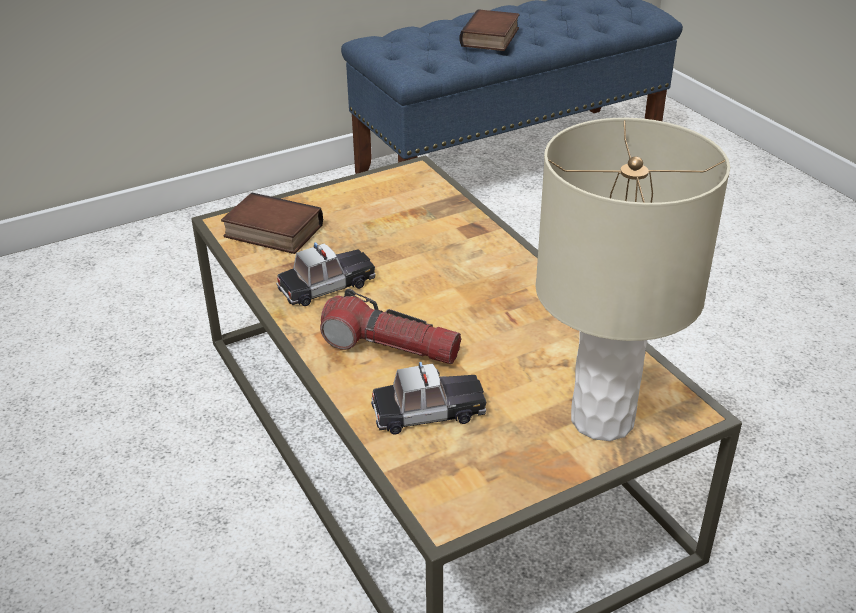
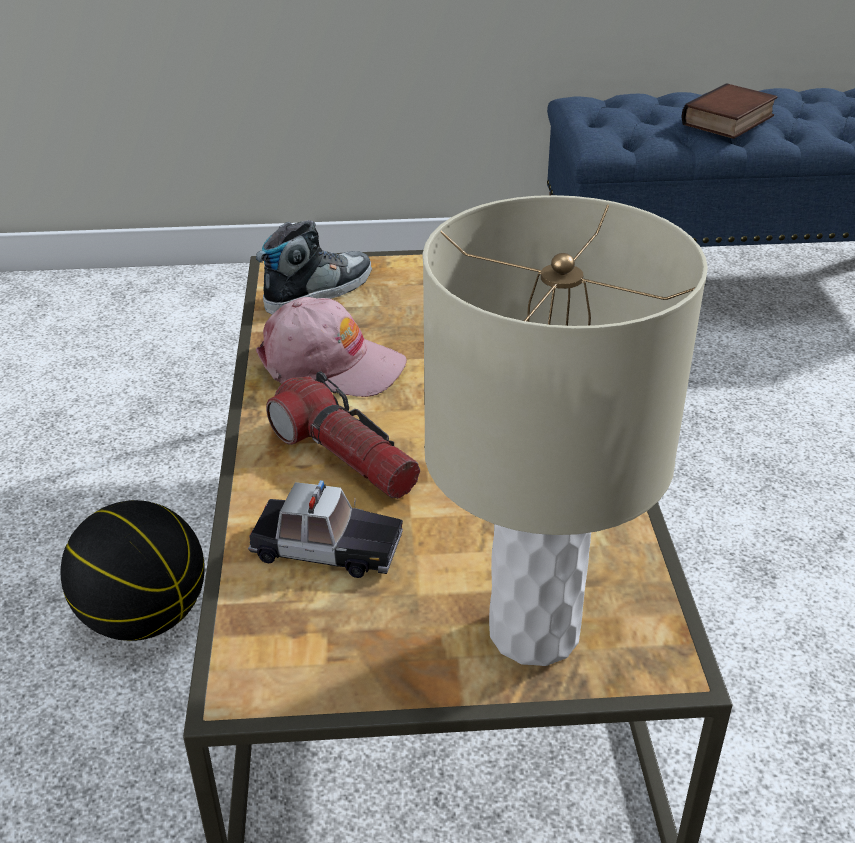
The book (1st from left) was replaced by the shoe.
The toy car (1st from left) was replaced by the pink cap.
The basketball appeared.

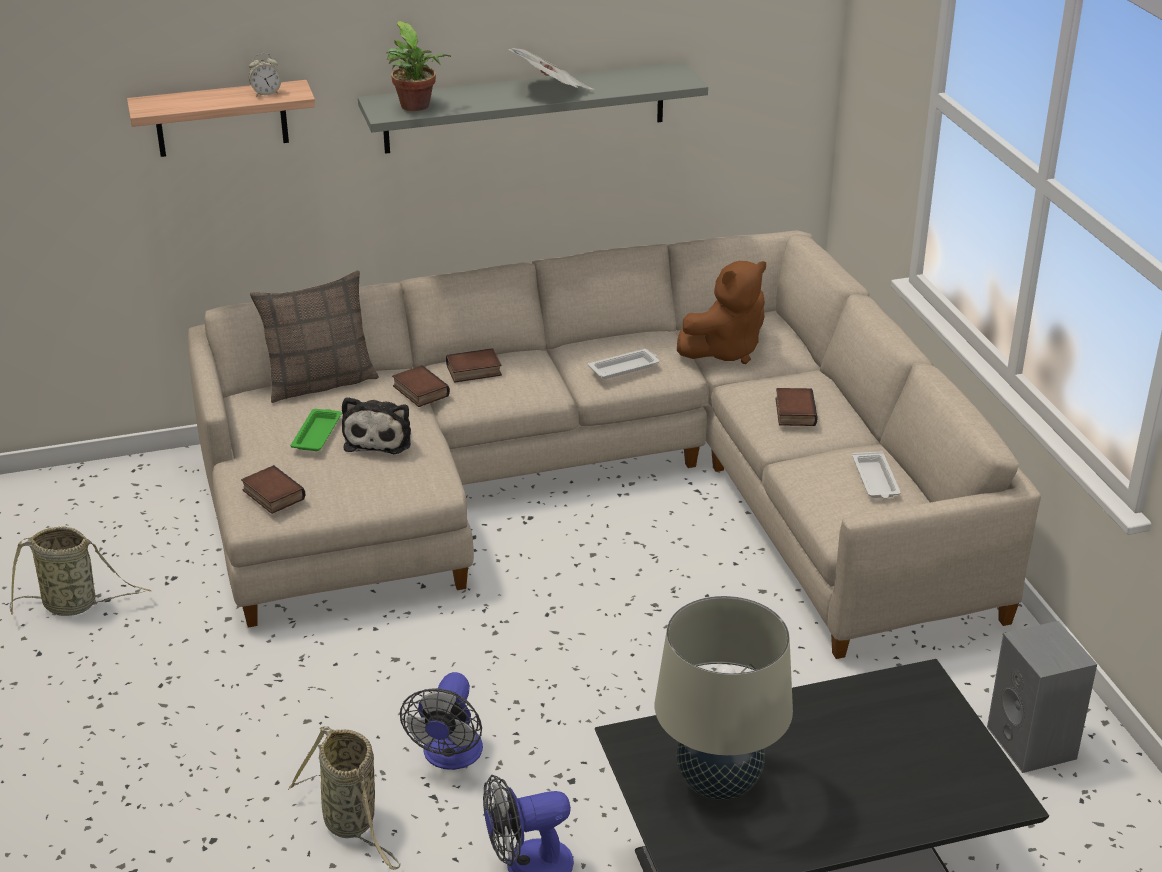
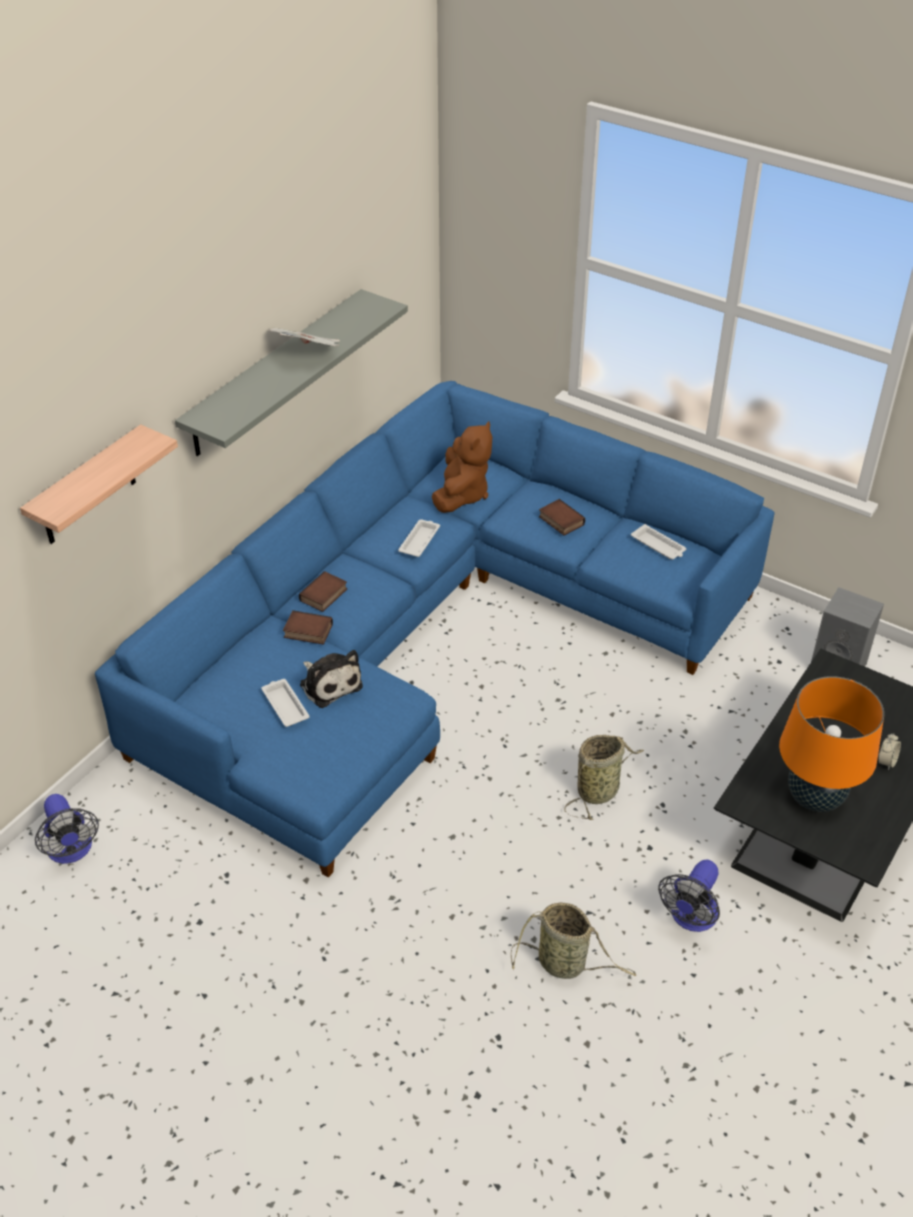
The basket (1st from left in the first image) moved.
The beige sofa became the blue sofa.
The book (1st from left) disappeared.
The alarm clock moved.
The pillow disappeared.
The green tray became the white tray (1st from left).
The potted plant disappeared.
The fan (1st from left) moved.
The beige table lamp became the orange table lamp.

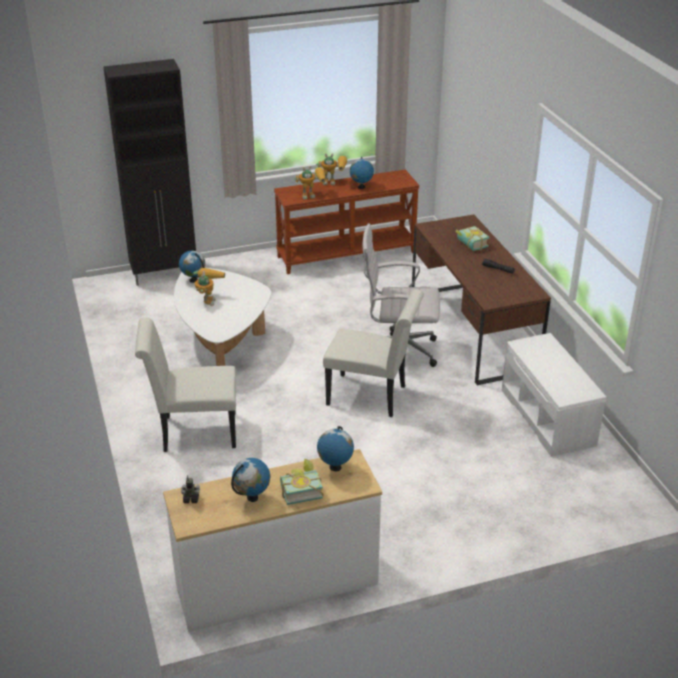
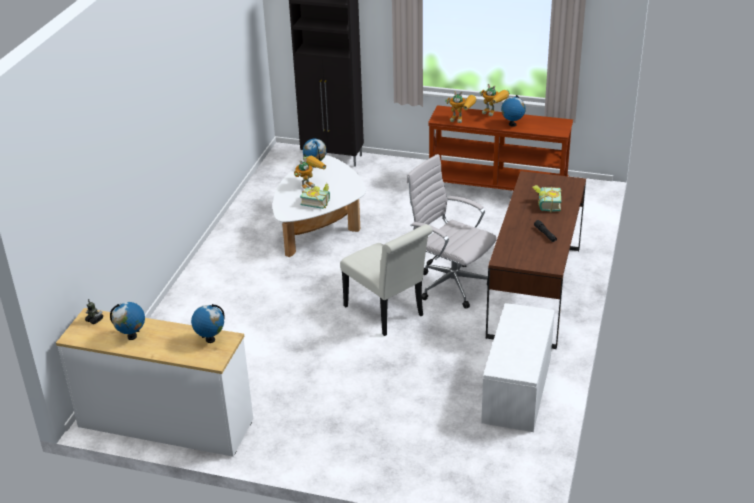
The white chair (1st from left) disappeared.
The book (1st from left) moved.

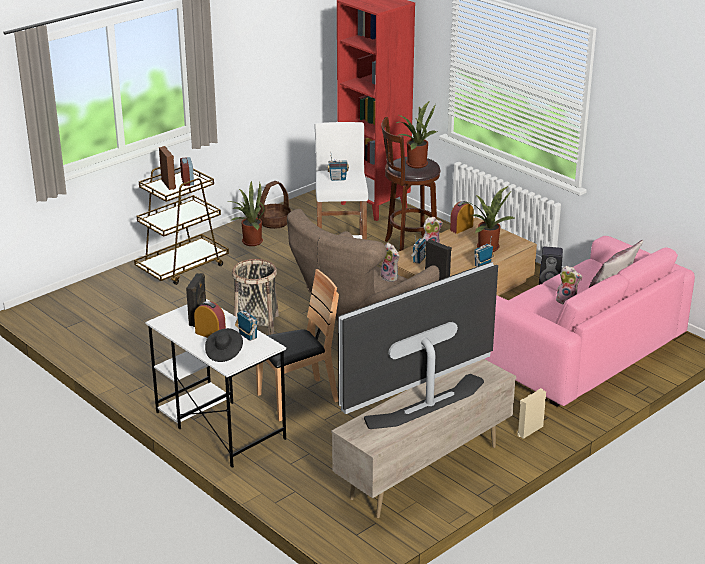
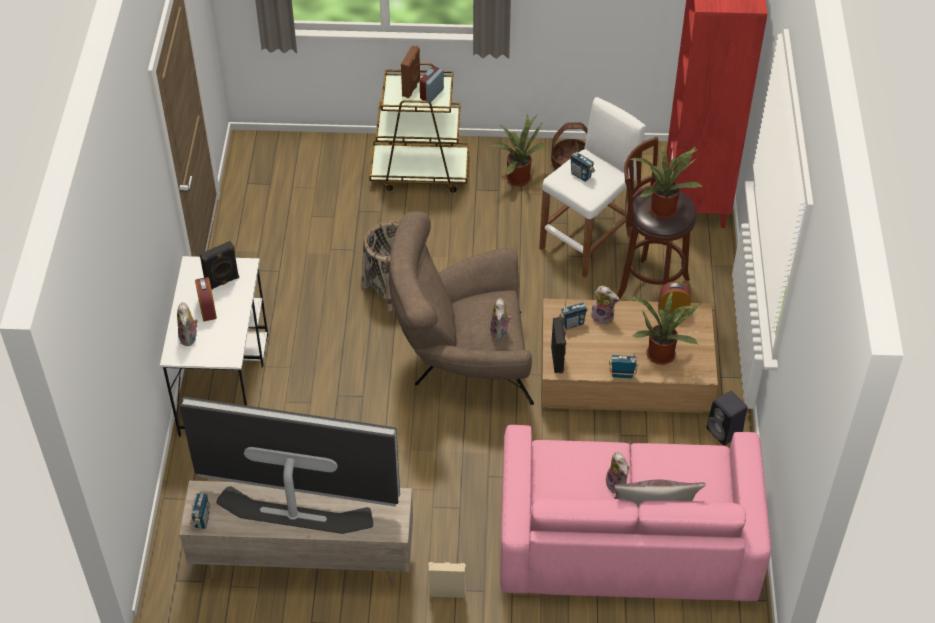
The black hat was replaced by the plush toy (1st from left).
The radio (1st from left) moved.
The brown chair disappeared.

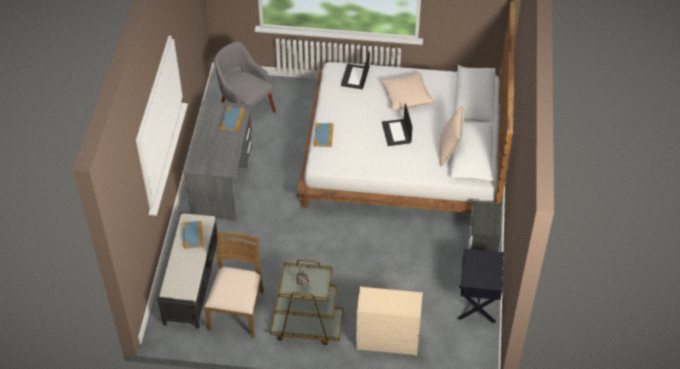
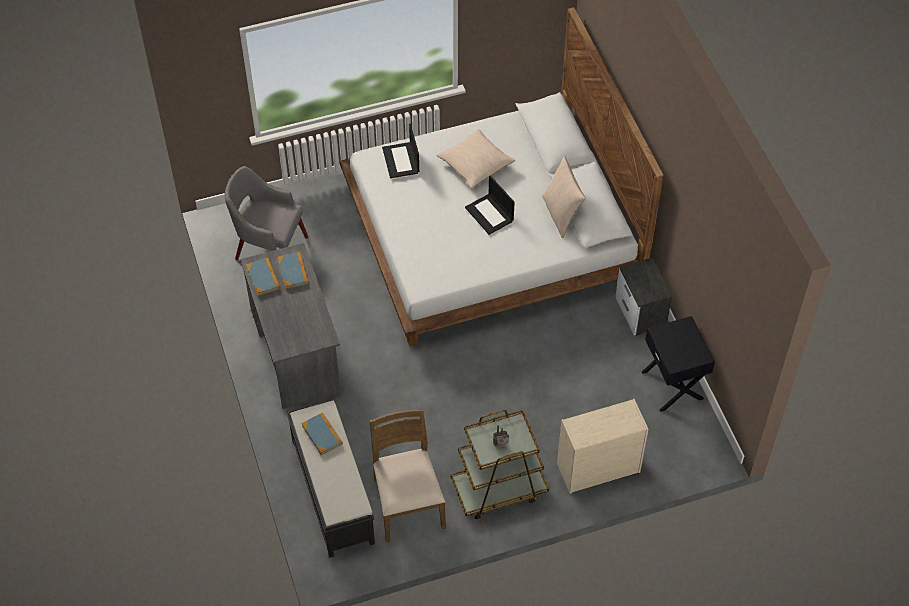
The book (3rd from left in the first image) moved.

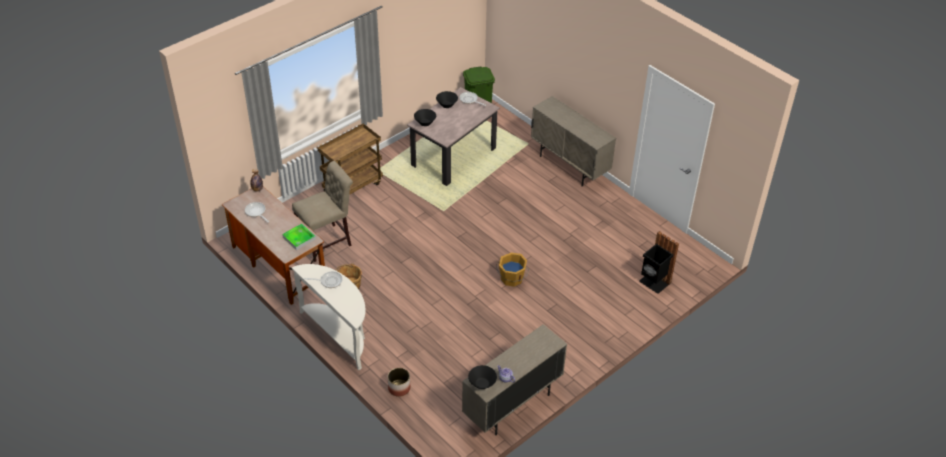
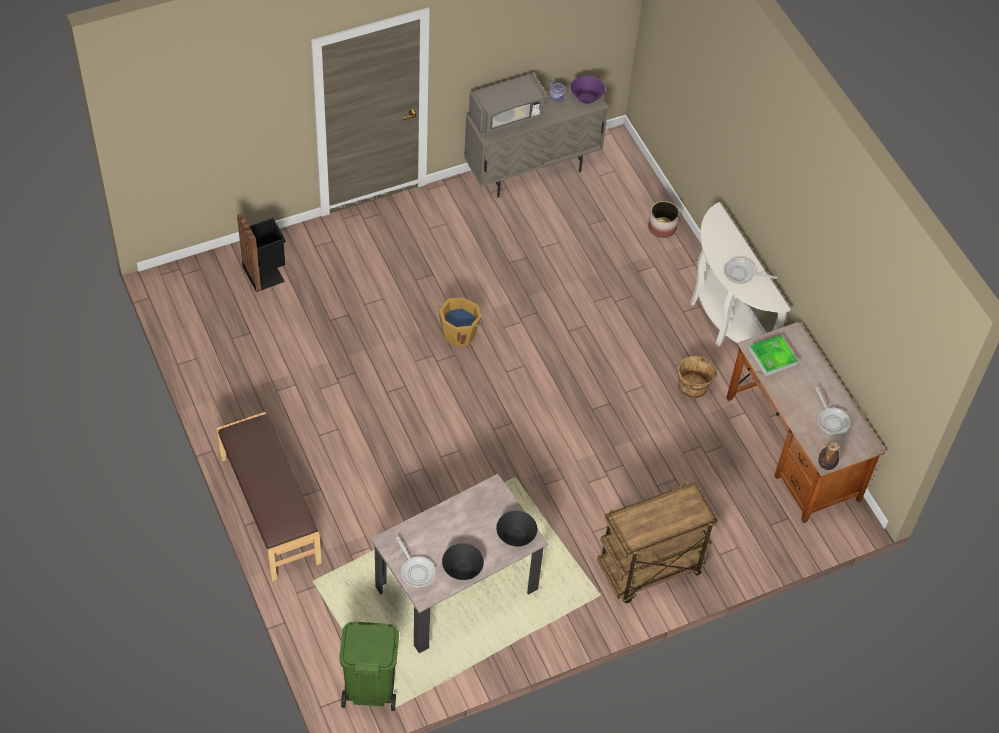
The beige chair disappeared.
The black bowl (3rd from left) became the purple bowl.
The beige cabinet (2nd from left) was replaced by the brown bench.
The grey microwave appeared.

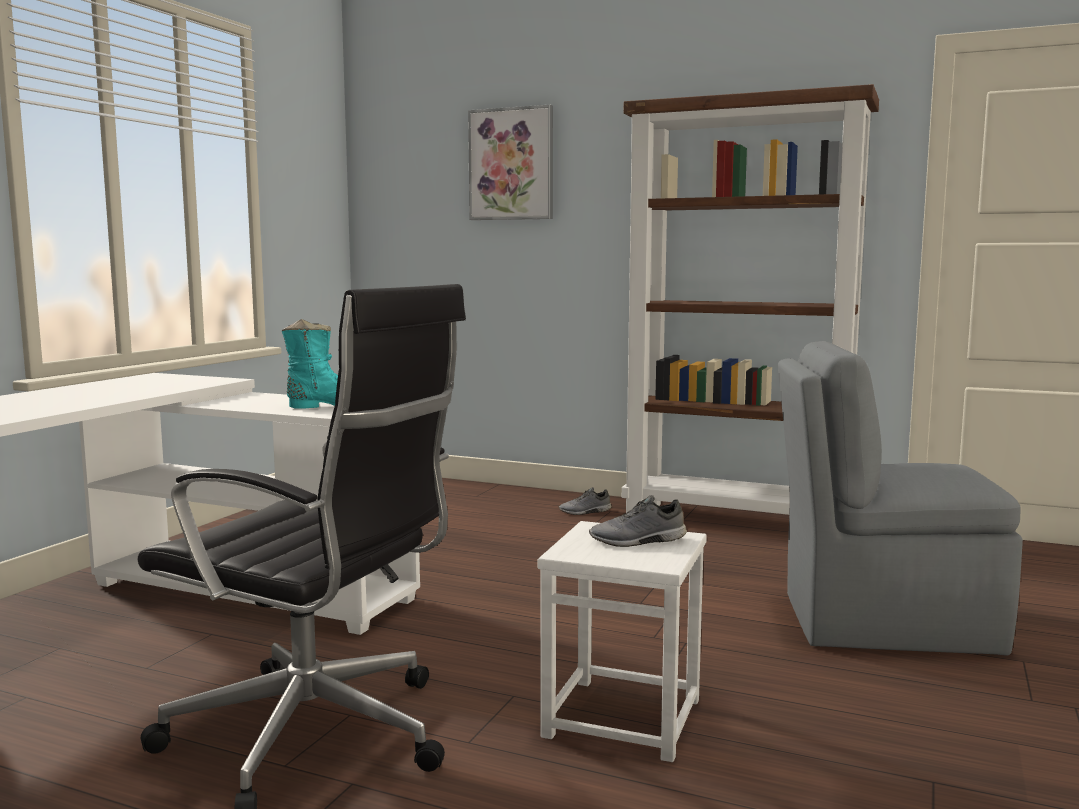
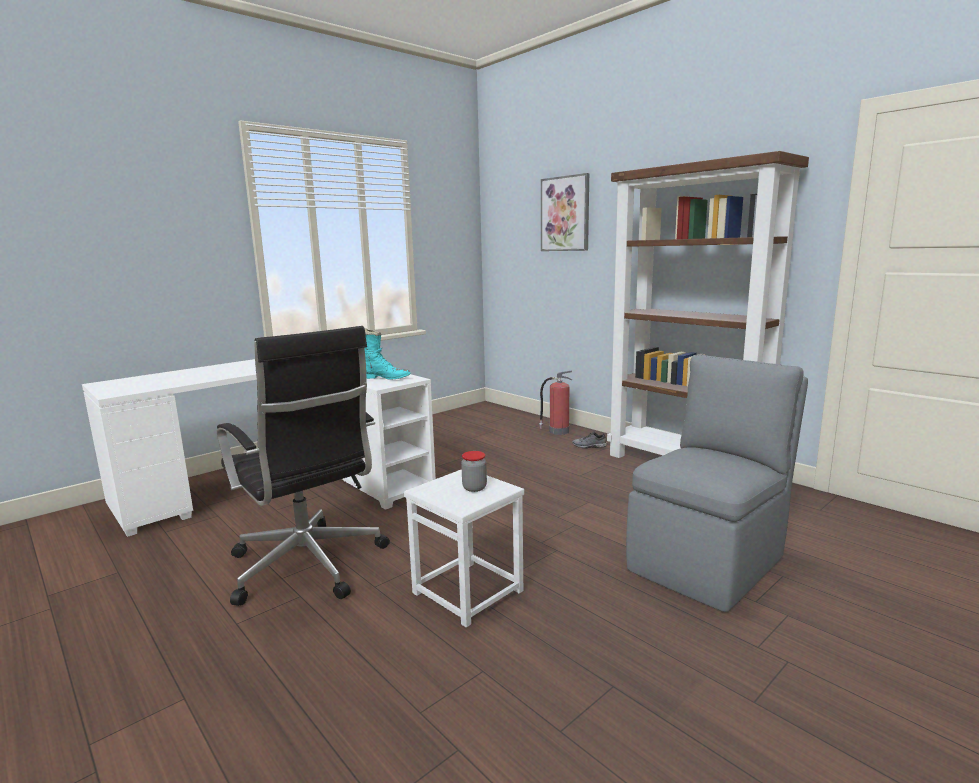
The grey shoe (2nd from left) was replaced by the jar.
The grey chair turned 105 degrees clockwise.
The fire extinguisher appeared.

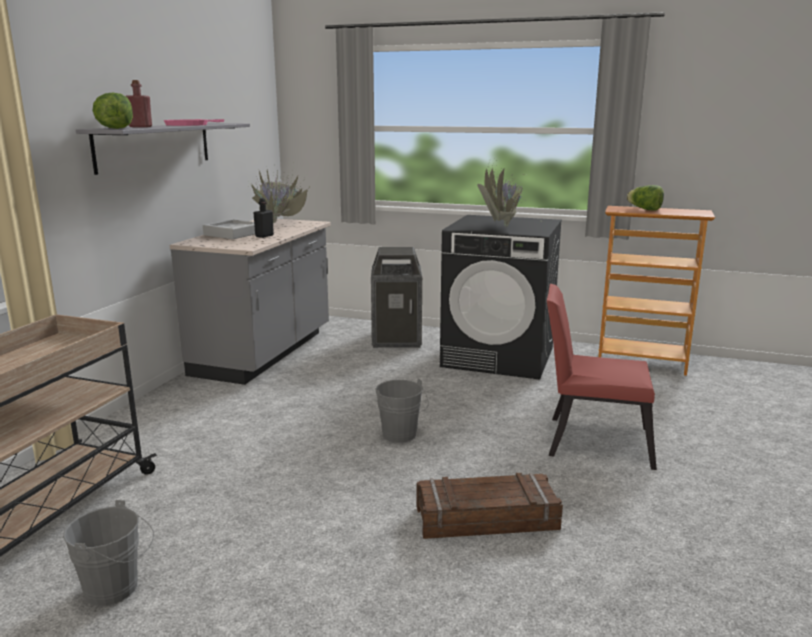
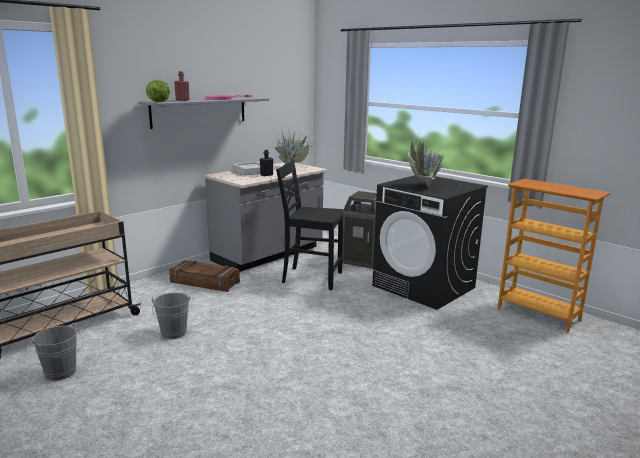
The grey bucket (2nd from left) moved.
The crate moved.
The red chair disappeared.
The lettuce (2nd from left) disappeared.
The black chair appeared.

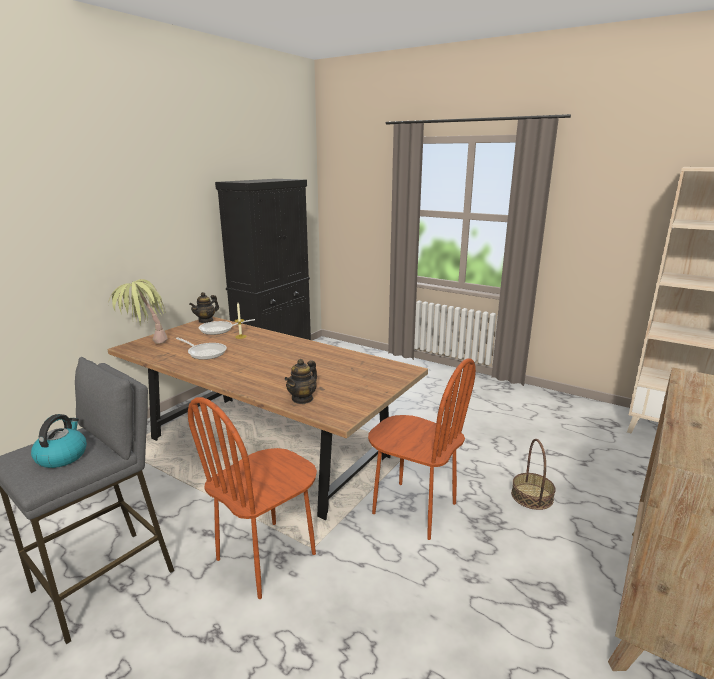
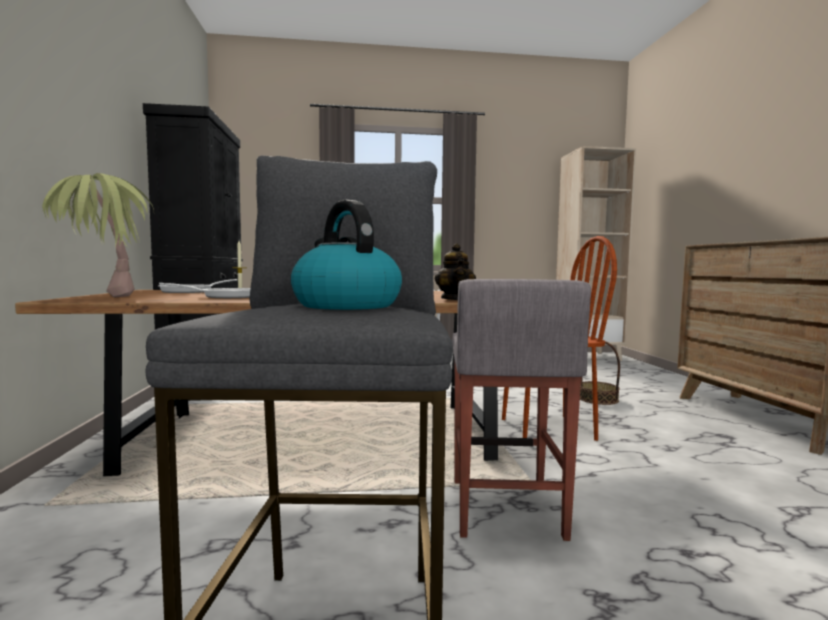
The brown chair (1st from left) was replaced by the grey stool (2nd from left).
The teapot (1st from left) disappeared.

